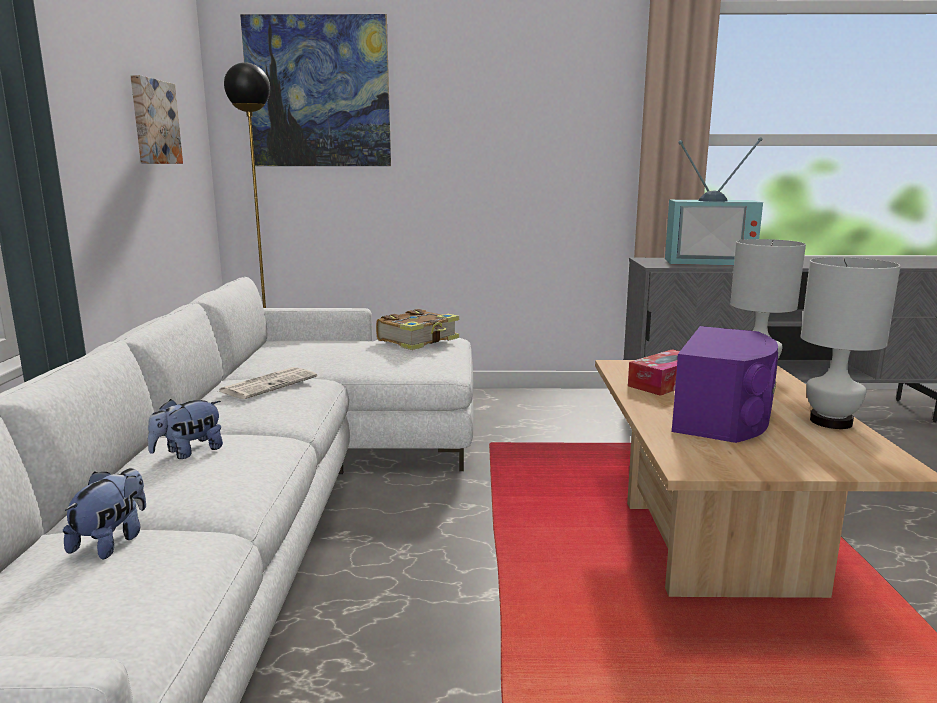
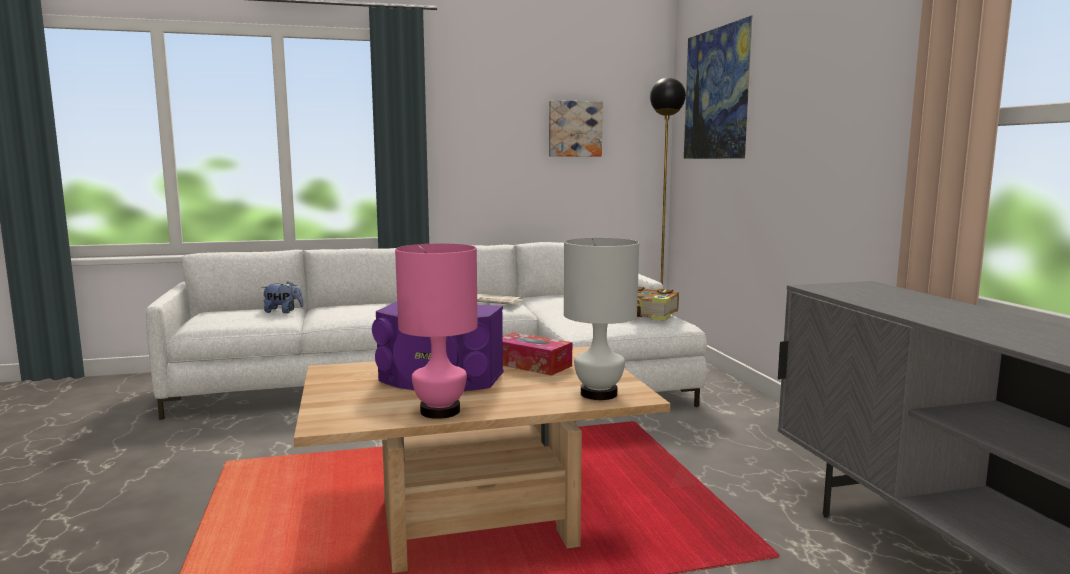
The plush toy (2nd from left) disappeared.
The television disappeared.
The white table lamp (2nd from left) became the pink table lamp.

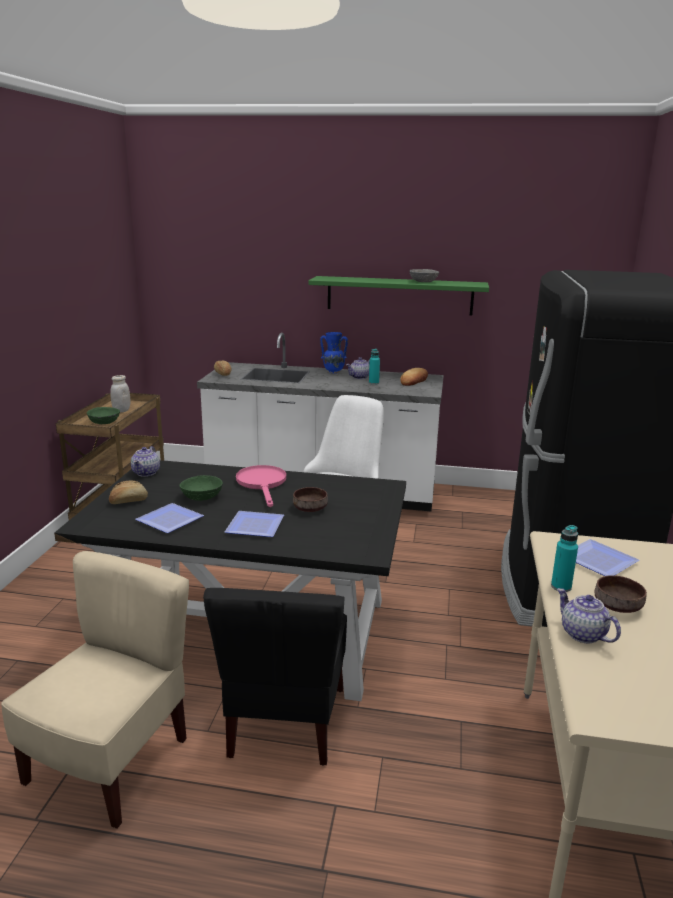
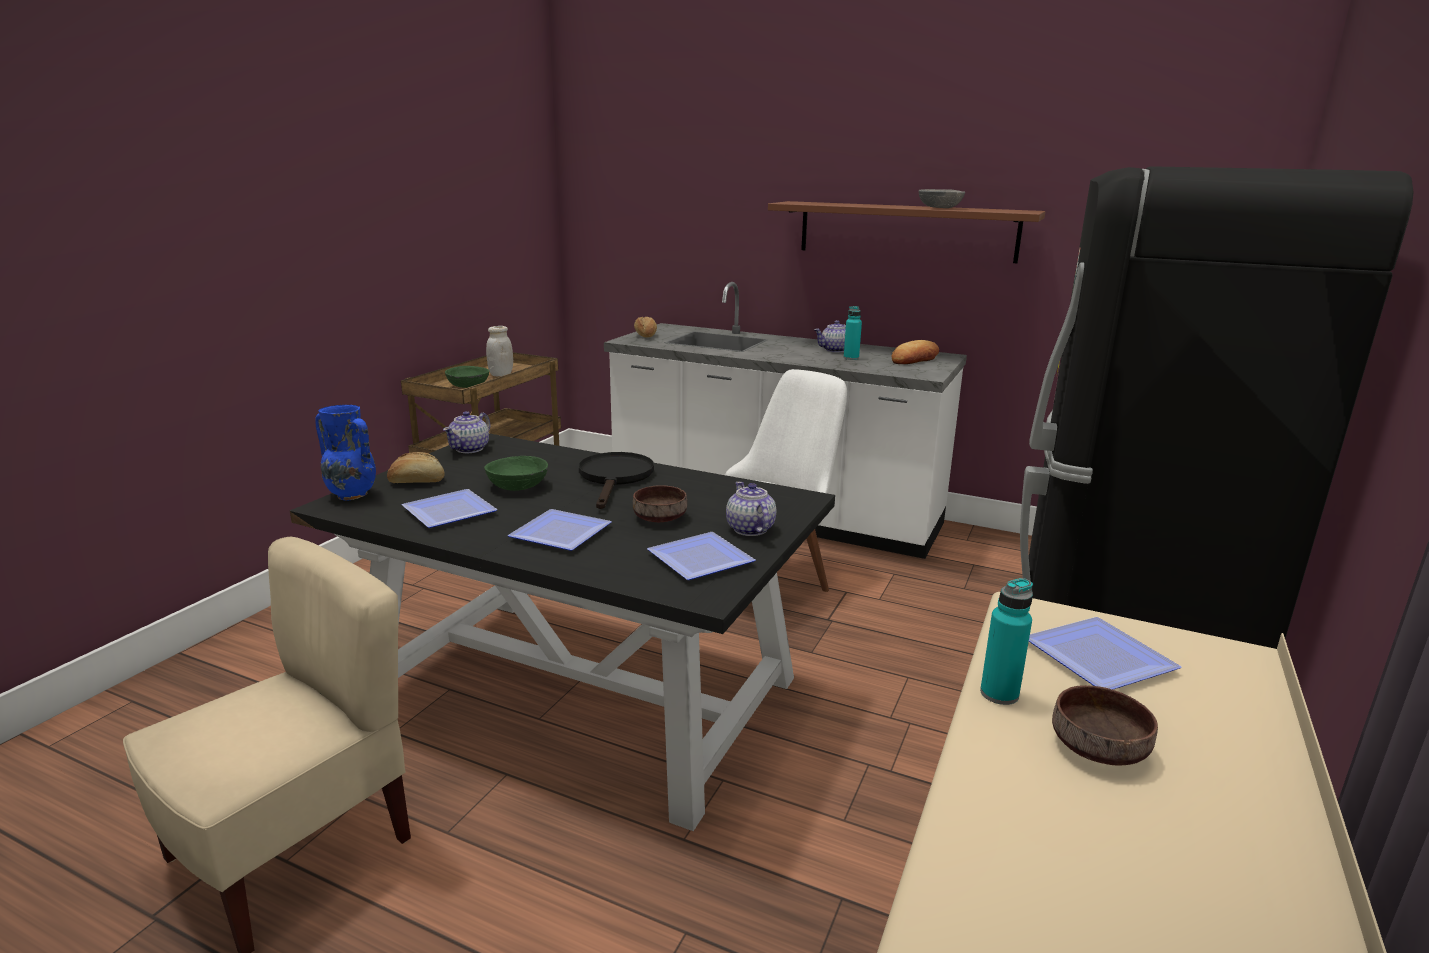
The black chair disappeared.
The pink frying pan became the black frying pan.
The green shelf became the brown shelf.
The blue vase moved.
The teapot (3rd from left in the first image) moved.
The plate (3rd from left) appeared.

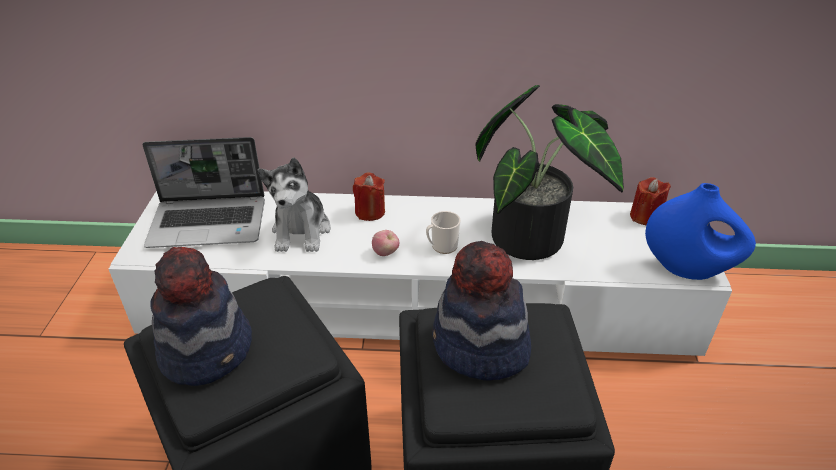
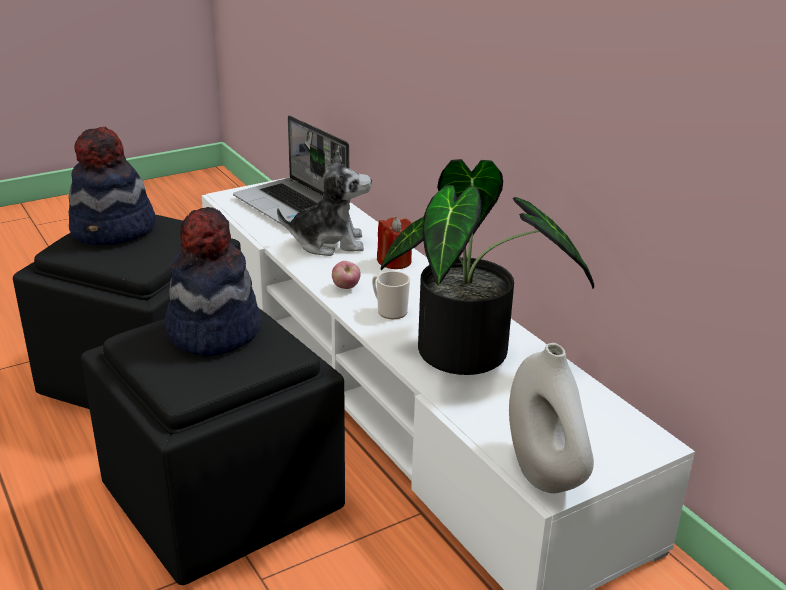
The plush toy turned 150 degrees counterclockwise.
The red candle (2nd from left) disappeared.
The blue vase became the white vase.

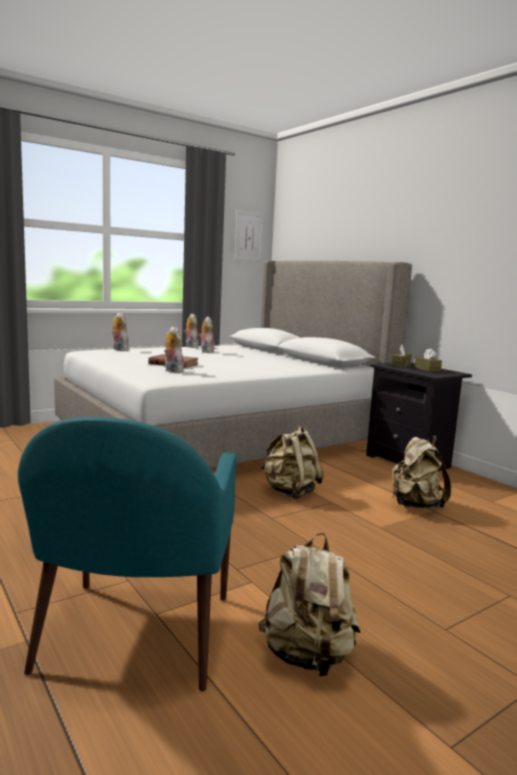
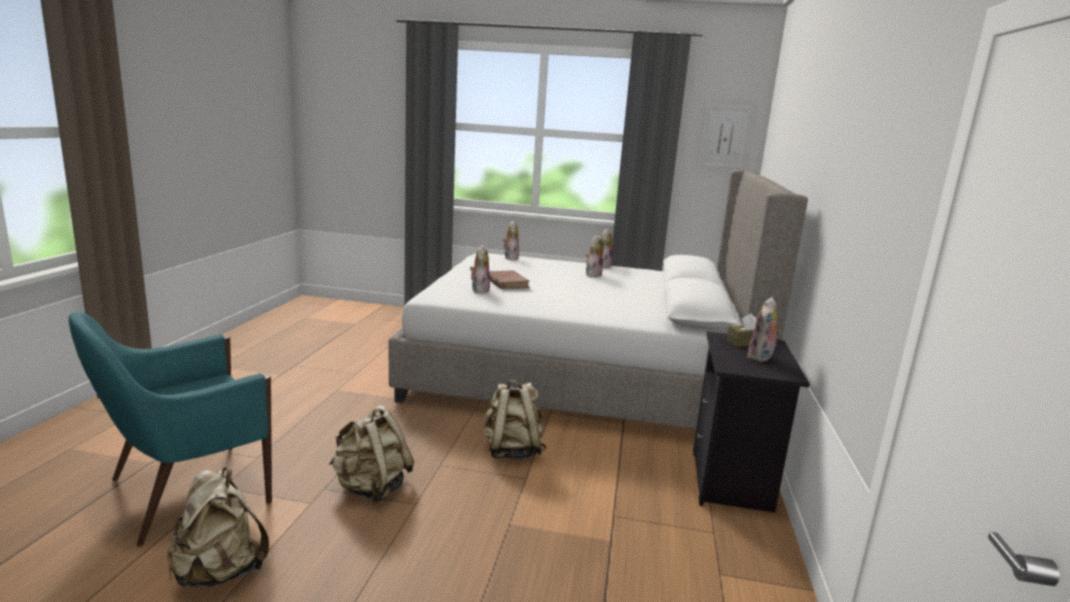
The beige backpack (3rd from left in the first image) moved.
The brown tissue box (2nd from left) was replaced by the plush toy (5th from left).

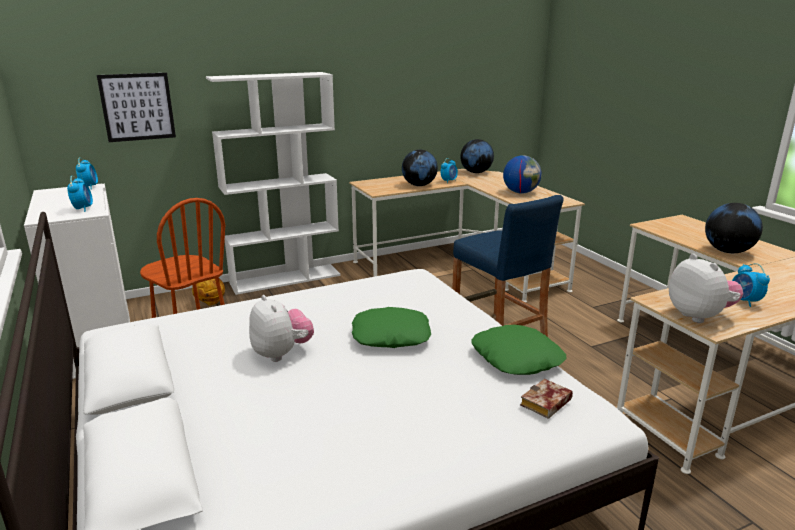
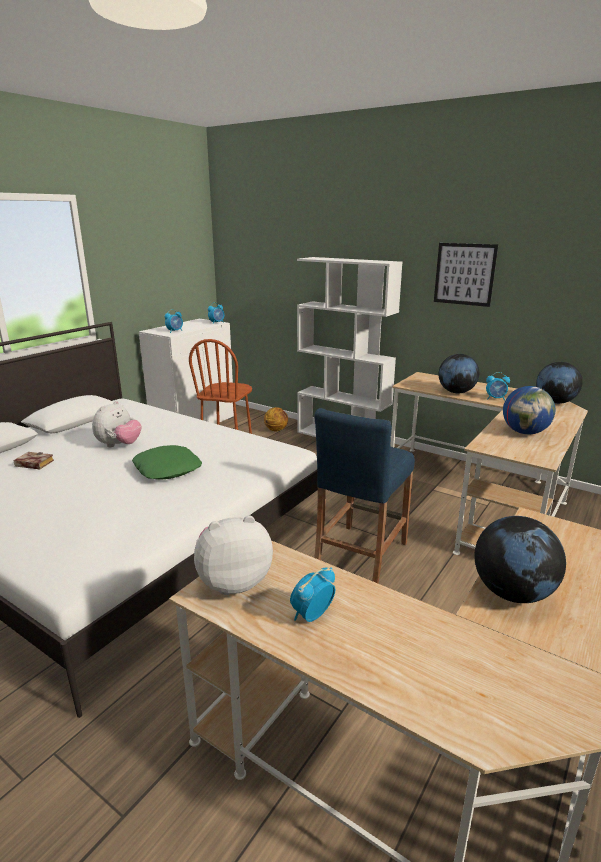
The picture moved.
The green pillow (2nd from left) disappeared.
The book moved.
The plush toy (2nd from left) turned 150 degrees counterclockwise.

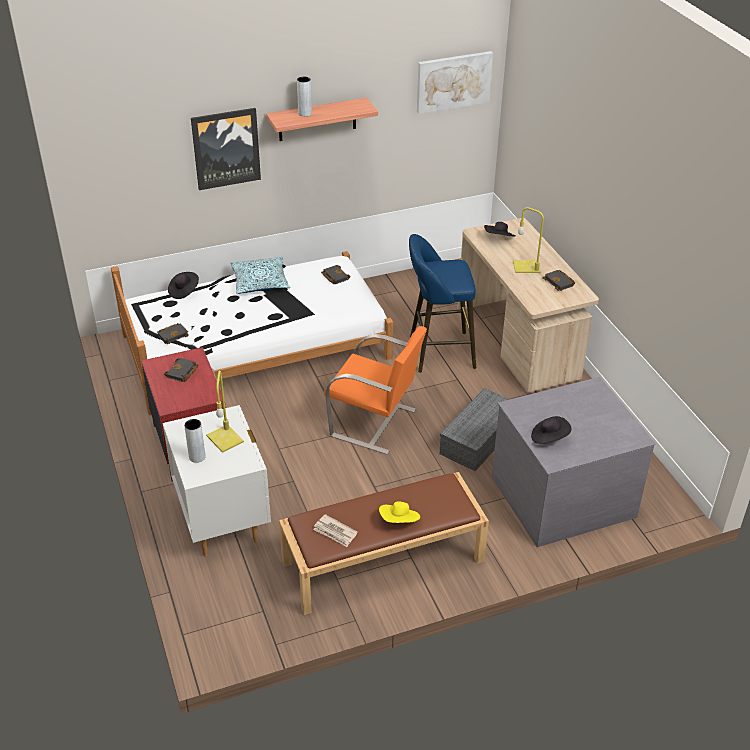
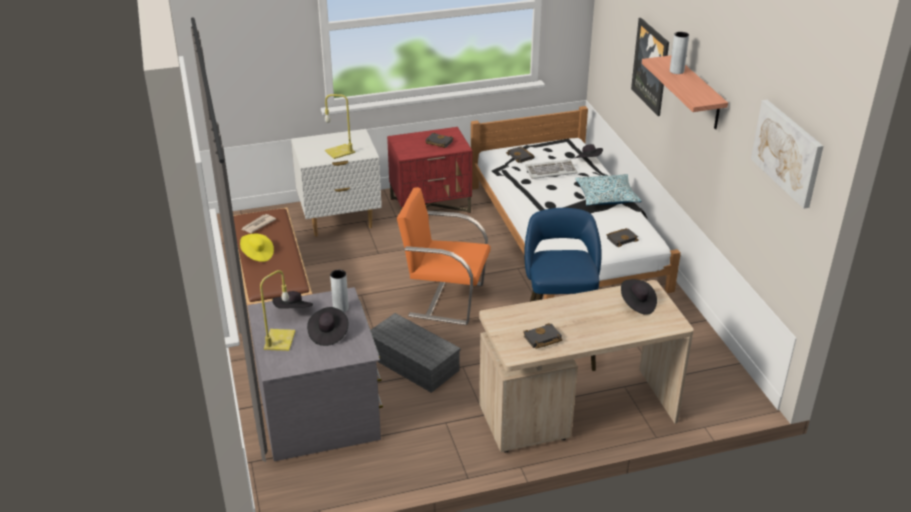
The grey vase (1st from left) moved.
The orange chair turned 75 degrees clockwise.
The yellow table lamp (2nd from left in the first image) moved.
The black hat (2nd from left) appeared.
The keyboard appeared.

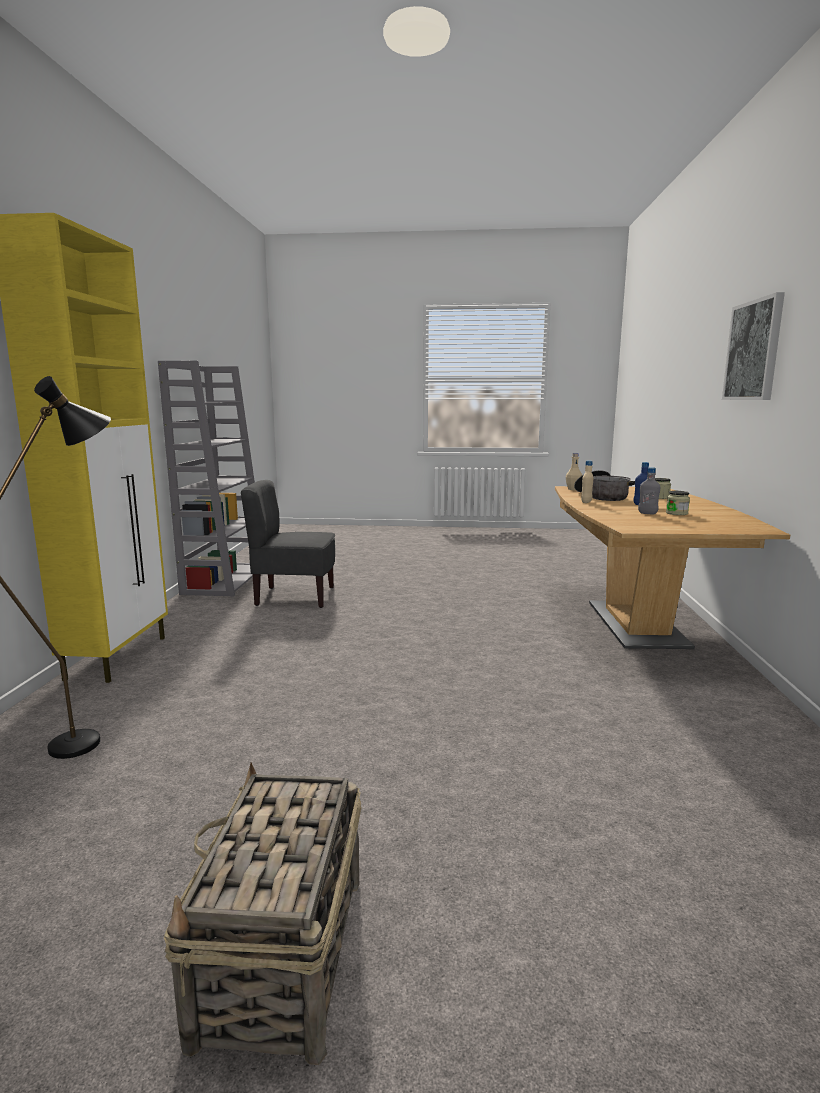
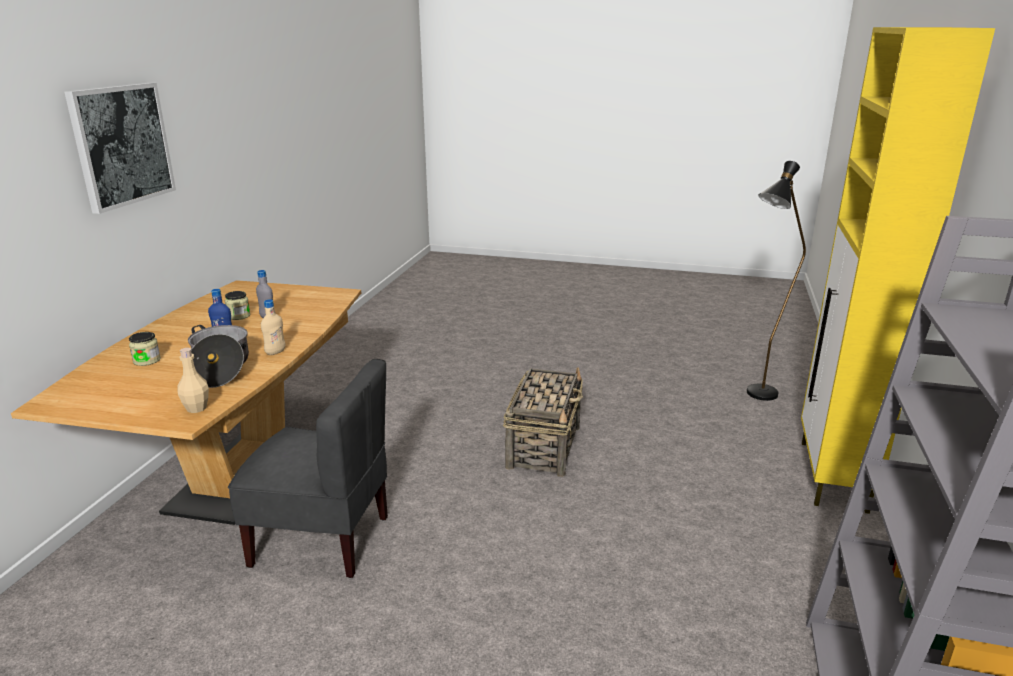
The basket moved.
The grey chair moved.

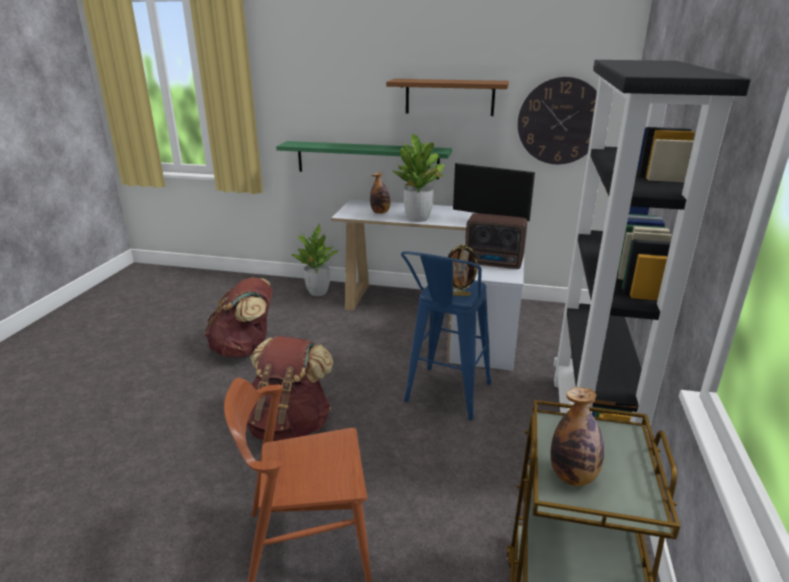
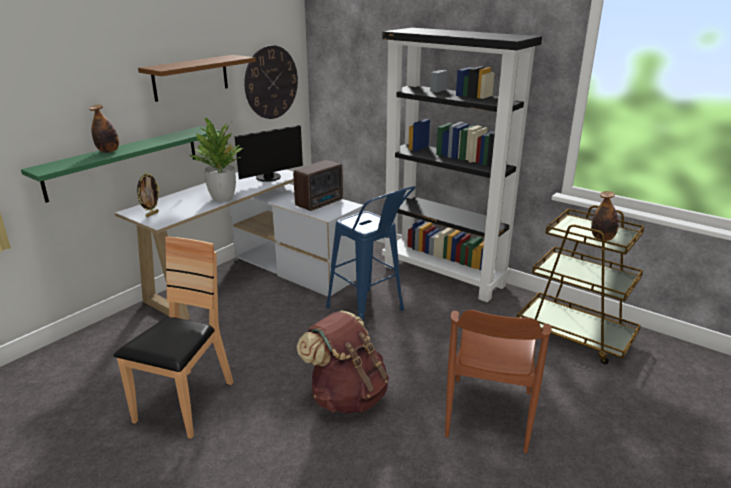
The brown backpack (1st from left) was replaced by the brown chair (1st from left).
The potted plant (1st from left) disappeared.
The bottle (1st from left) moved.
The picture frame moved.

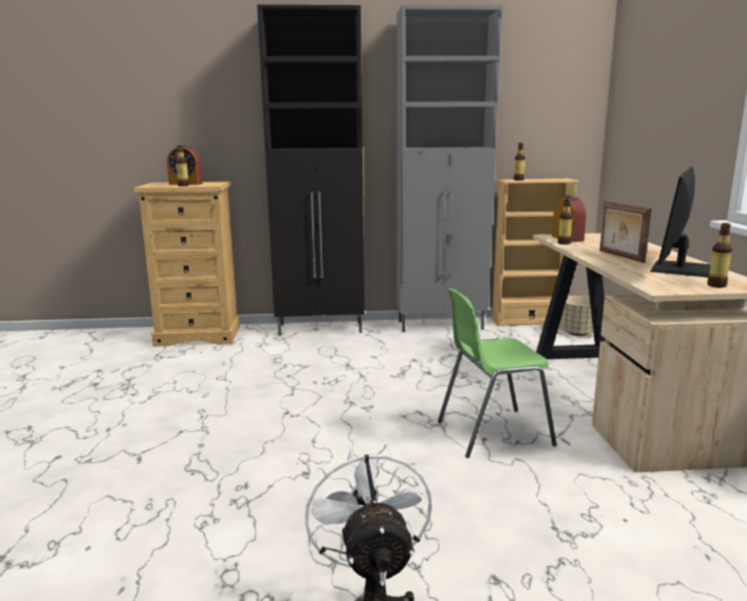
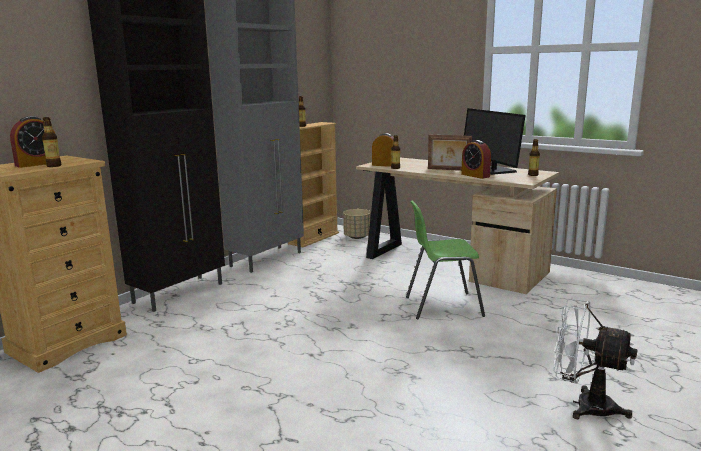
The green chair turned 60 degrees clockwise.
The alarm clock (3rd from left) appeared.

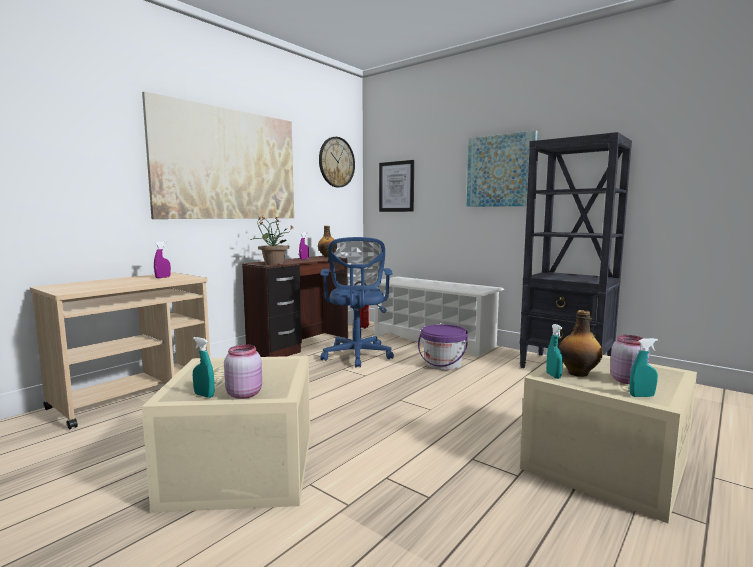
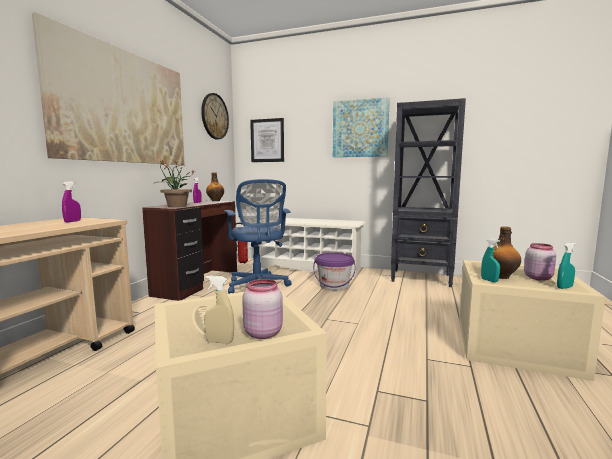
The turquoise spray bottle (1st from left) became the beige spray bottle.

